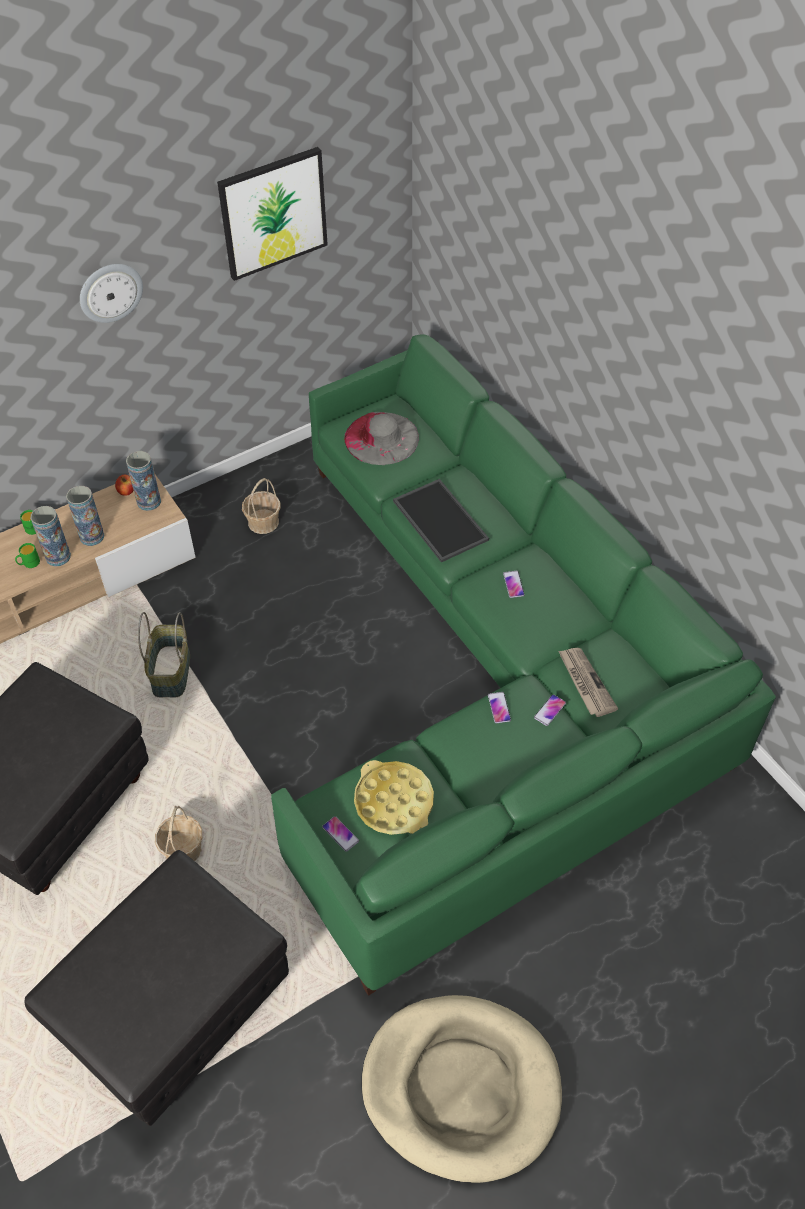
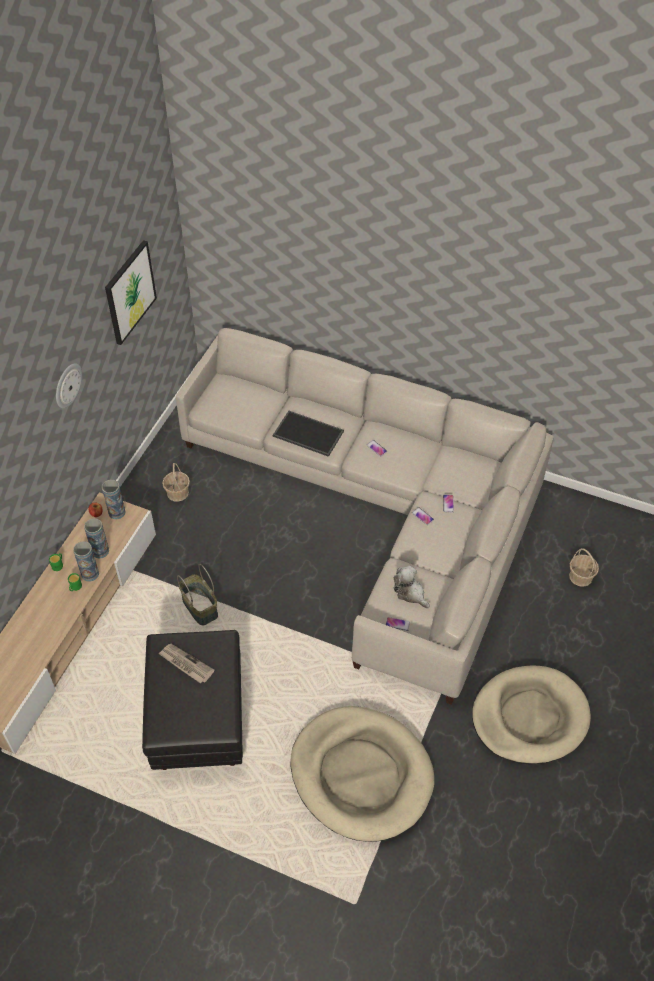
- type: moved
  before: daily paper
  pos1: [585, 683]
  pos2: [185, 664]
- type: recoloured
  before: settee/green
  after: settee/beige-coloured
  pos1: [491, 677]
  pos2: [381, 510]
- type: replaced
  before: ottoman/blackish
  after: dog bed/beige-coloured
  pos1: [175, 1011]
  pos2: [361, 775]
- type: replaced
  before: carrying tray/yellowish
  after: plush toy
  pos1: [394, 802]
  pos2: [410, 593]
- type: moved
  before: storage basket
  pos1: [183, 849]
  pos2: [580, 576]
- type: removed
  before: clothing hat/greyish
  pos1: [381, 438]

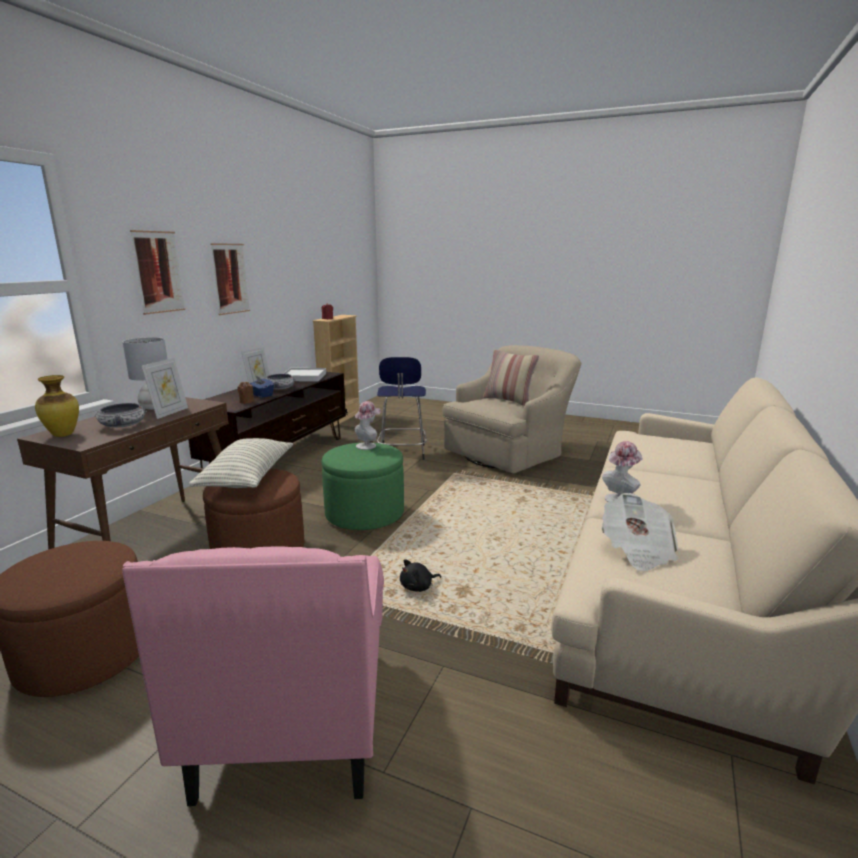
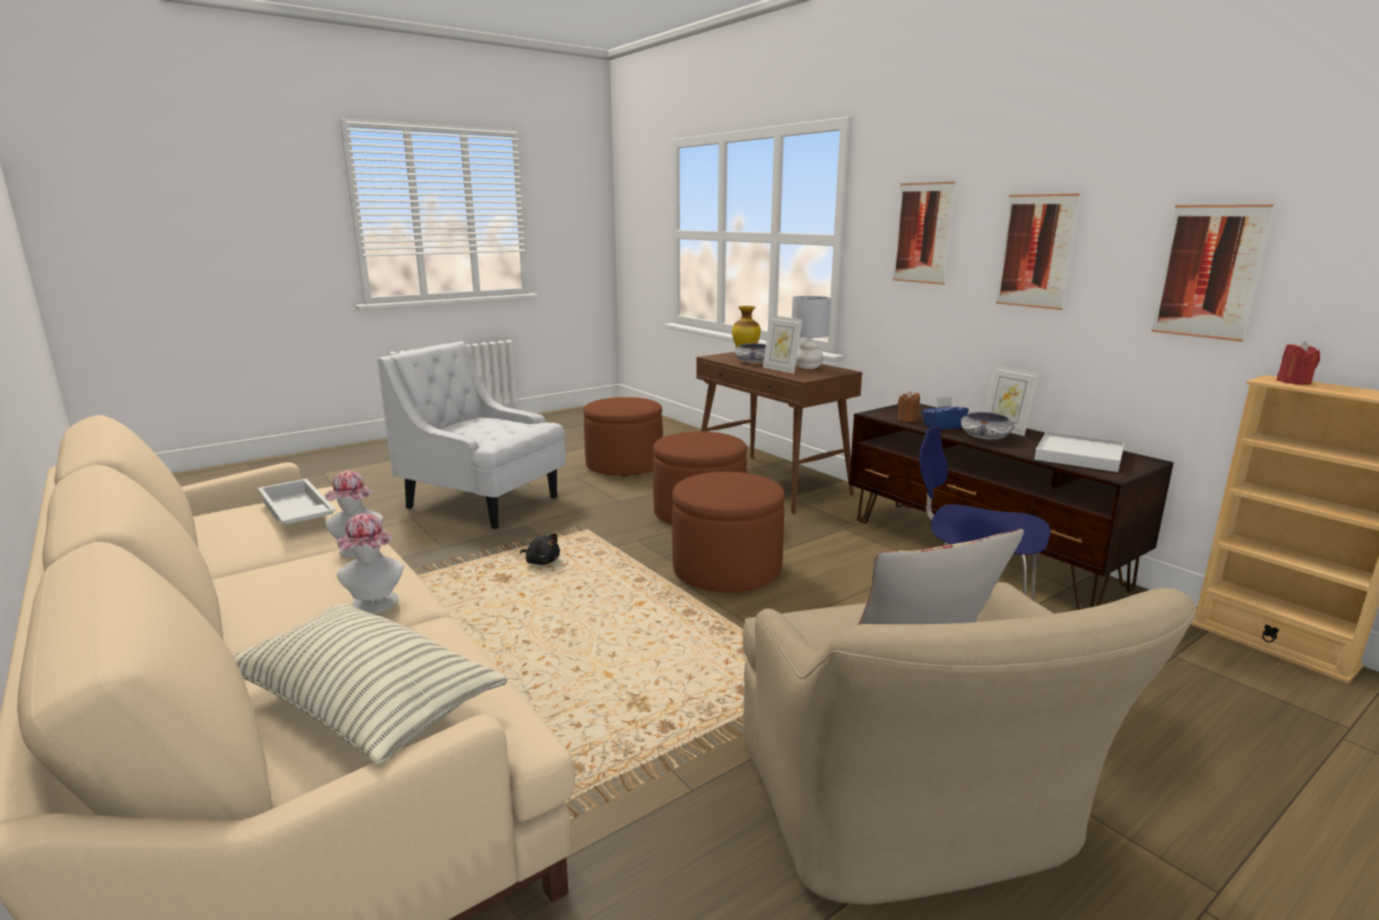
- type: moved
  before: pillow
  pos1: [247, 478]
  pos2: [364, 705]
- type: replaced
  before: daily paper
  after: carrying tray/white-coloured
  pos1: [637, 550]
  pos2: [295, 512]
- type: moved
  before: clothing hat
  pos1: [368, 445]
  pos2: [375, 605]
- type: recoloured
  before: easy chair/pink-coloured
  after: easy chair/white-coloured
  pos1: [295, 714]
  pos2: [484, 502]
- type: turned
  before: plush toy/blackish
  pos1: [418, 587]
  pos2: [541, 561]
  turn: 120
- type: recoloured
  before: ottoman/green
  after: ottoman/brown-coloured
  pos1: [364, 514]
  pos2: [727, 570]
- type: added
  after: picture
  pos2: [1209, 272]

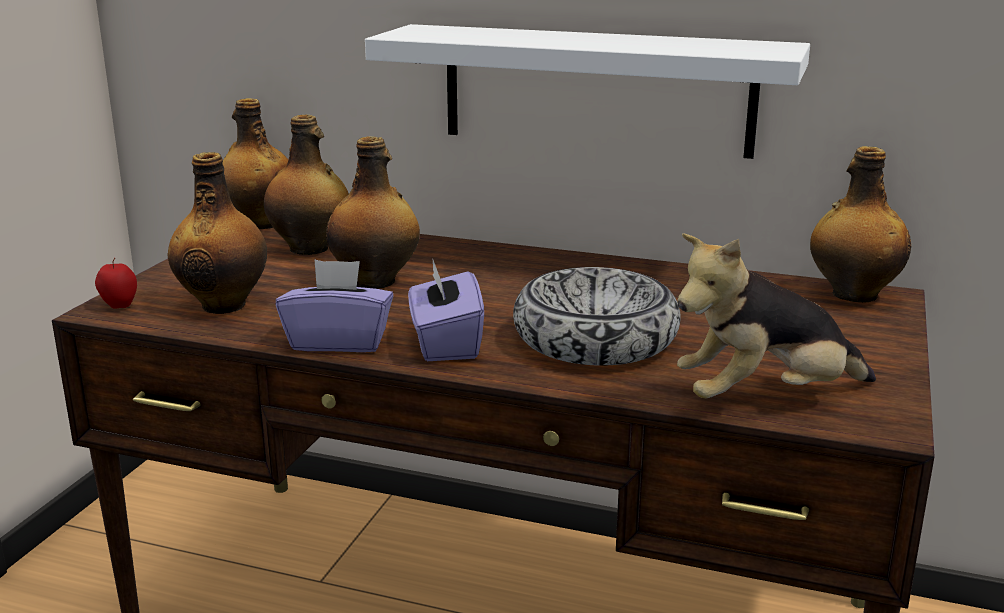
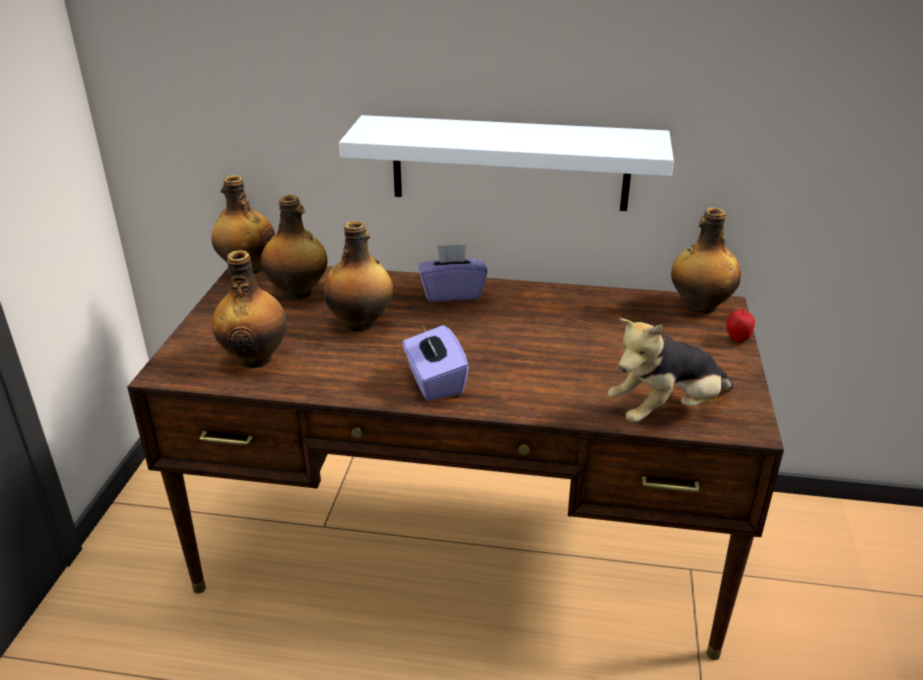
- type: moved
  before: tissue holder/purple
  pos1: [339, 341]
  pos2: [452, 293]
- type: moved
  before: apple
  pos1: [119, 306]
  pos2: [737, 340]
- type: removed
  before: deep dish
  pos1: [594, 339]

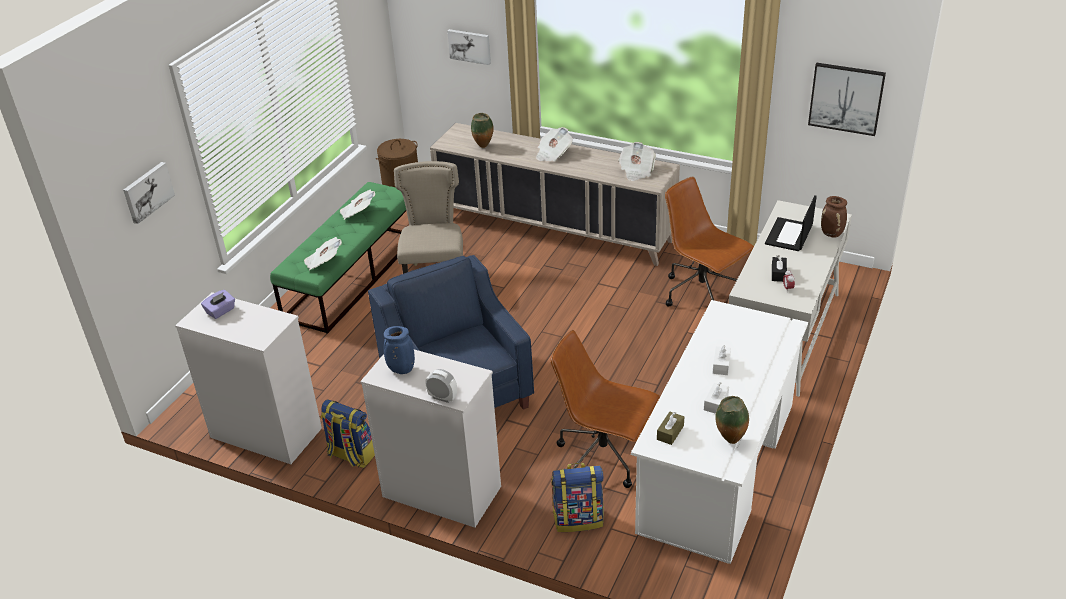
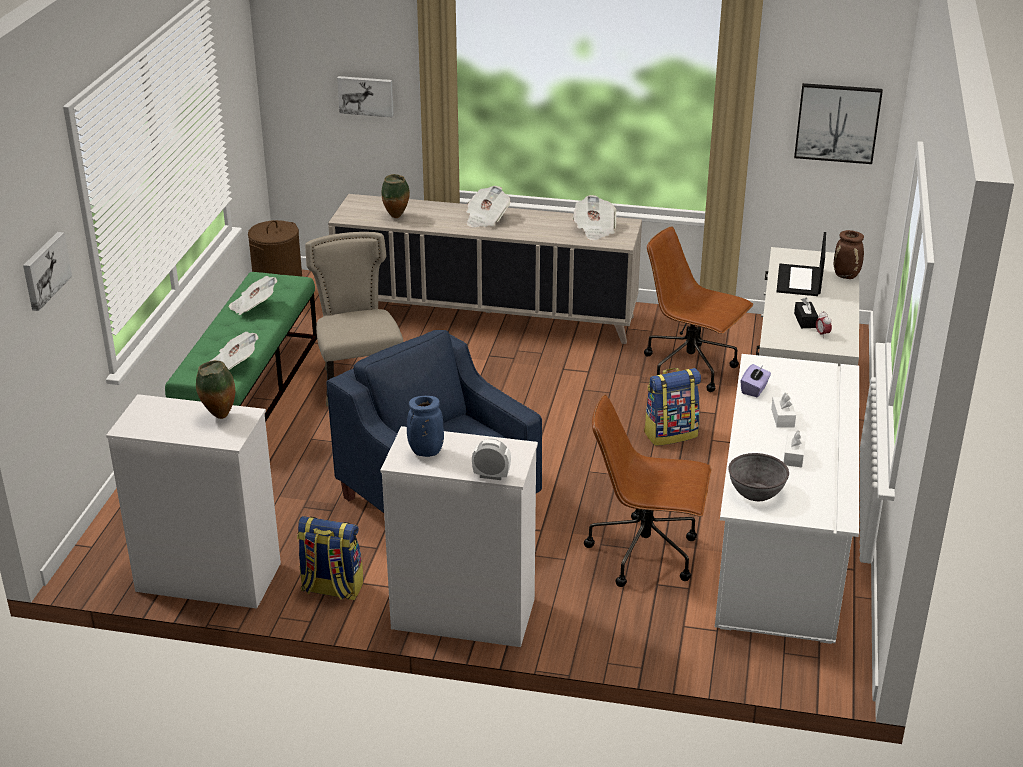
- type: moved
  before: vase
  pos1: [730, 441]
  pos2: [219, 416]
- type: moved
  before: backpack
  pos1: [578, 519]
  pos2: [670, 434]
- type: replaced
  before: tissue holder/brown-coloured
  after: deep dish/greyish
  pos1: [670, 432]
  pos2: [756, 492]
- type: moved
  before: tissue holder/purple
  pos1: [221, 311]
  pos2: [754, 389]

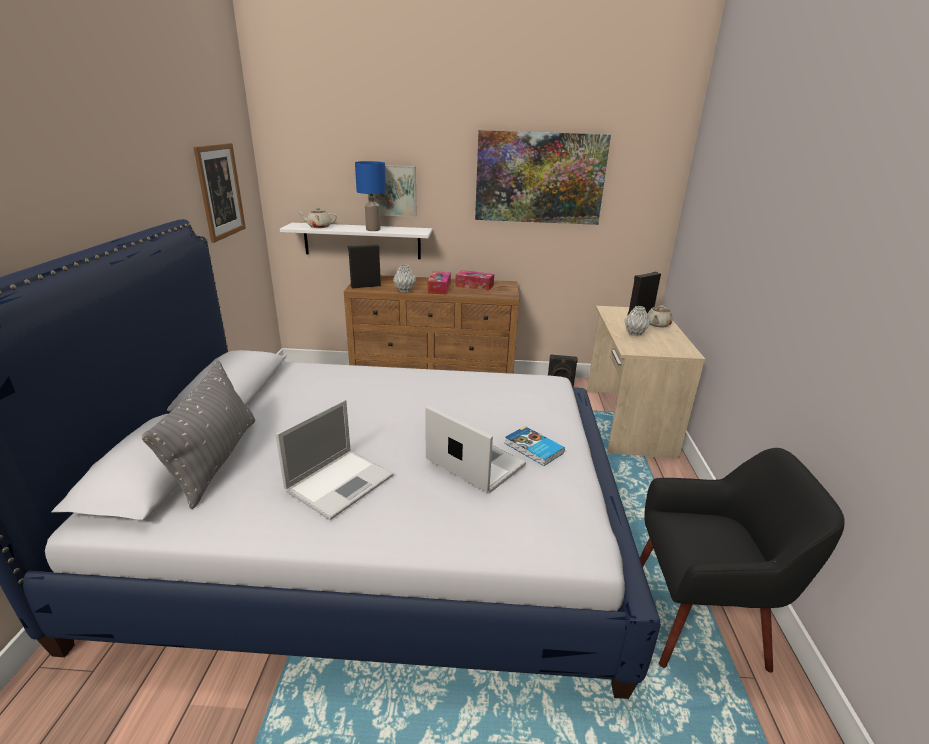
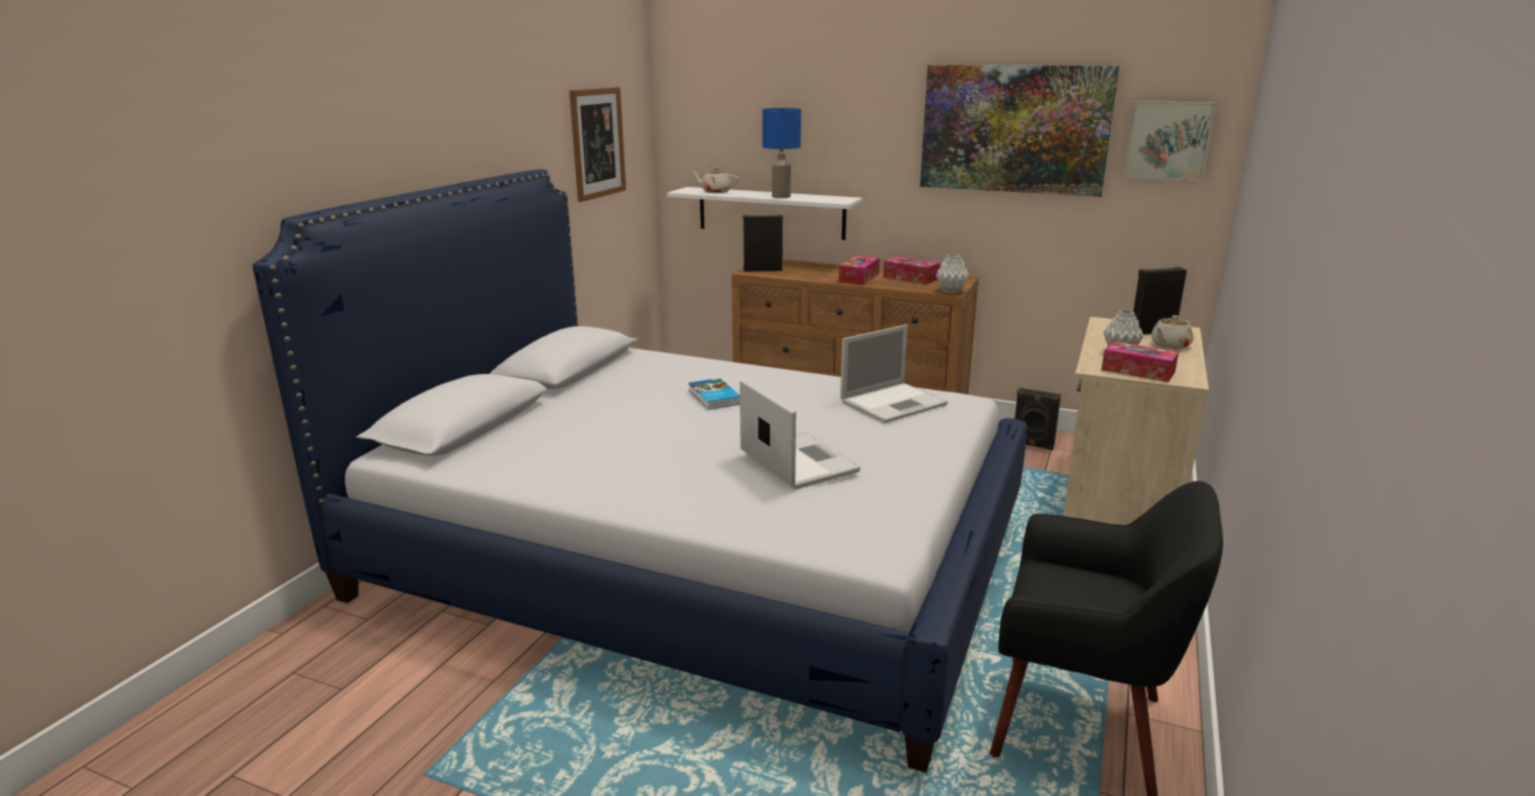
- type: moved
  before: volume
  pos1: [533, 448]
  pos2: [713, 397]
- type: moved
  before: laptop
  pos1: [341, 482]
  pos2: [894, 403]
- type: moved
  before: vase/greyish
  pos1: [404, 290]
  pos2: [950, 291]
- type: added
  after: tissue holder
  pos2: [1138, 371]
- type: moved
  before: picture
  pos1: [392, 190]
  pos2: [1167, 140]
- type: removed
  before: pillow/greyish
  pos1: [216, 459]

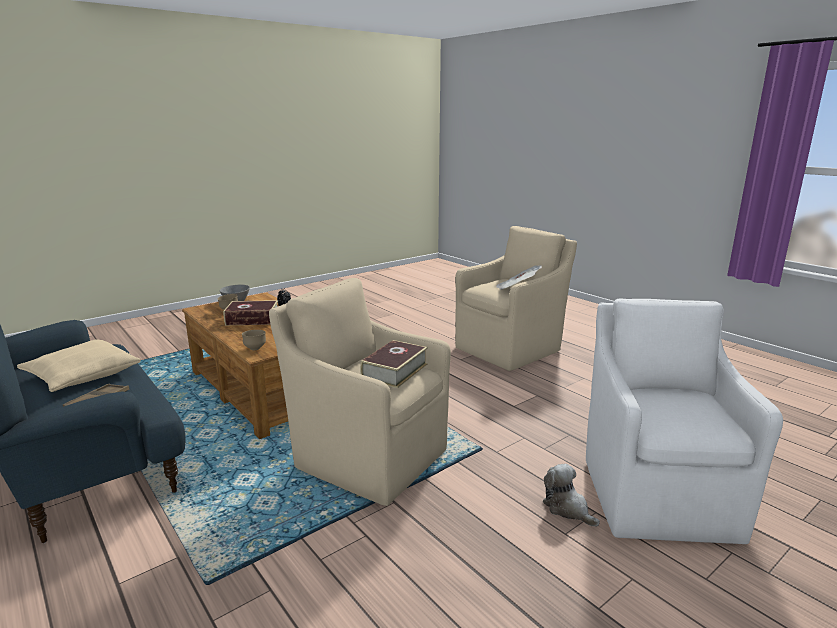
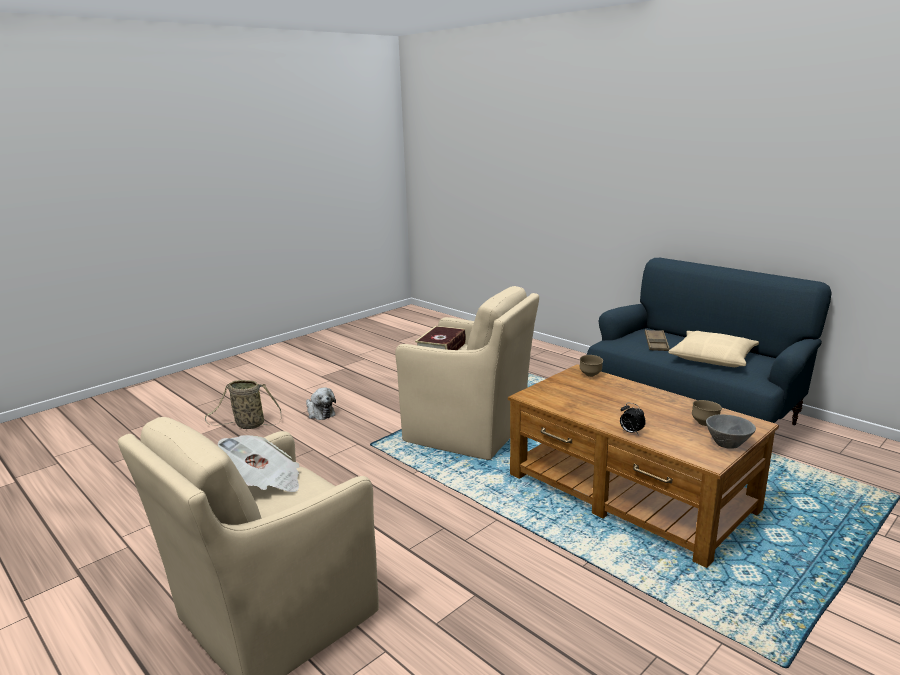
- type: replaced
  before: easy chair/white-coloured
  after: storage basket
  pos1: [657, 494]
  pos2: [247, 425]
- type: removed
  before: volume
  pos1: [252, 319]

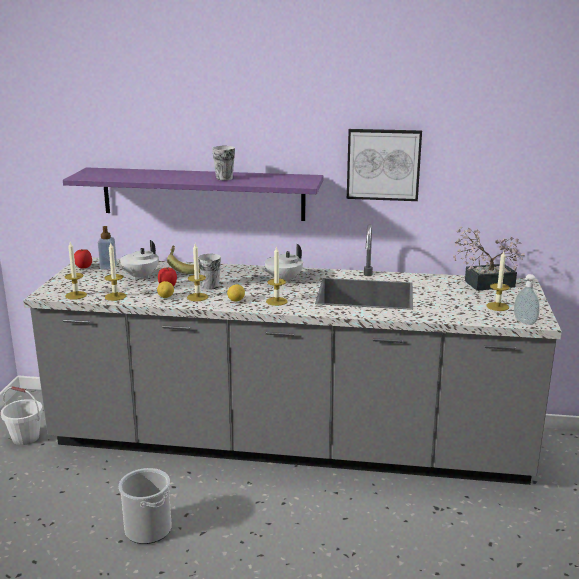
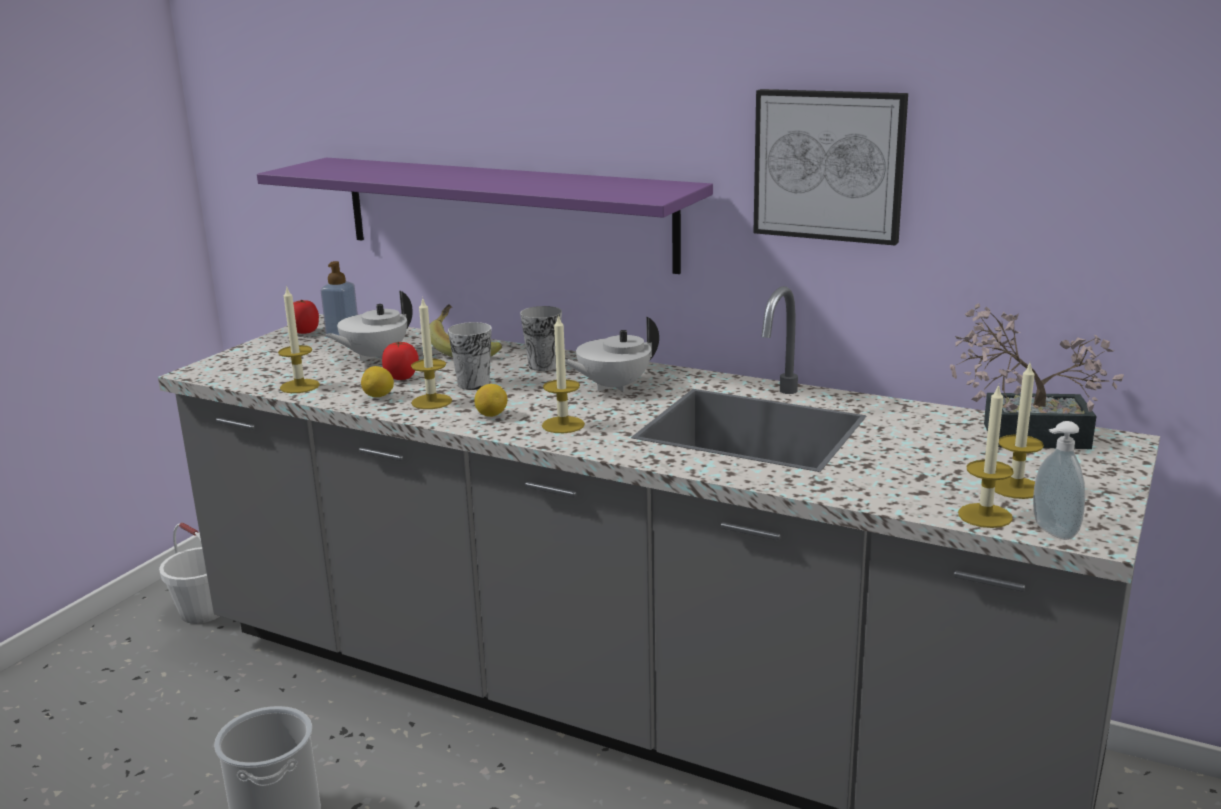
- type: moved
  before: small cup
  pos1: [224, 178]
  pos2: [543, 365]
- type: moved
  before: wax light
  pos1: [76, 295]
  pos2: [985, 515]

